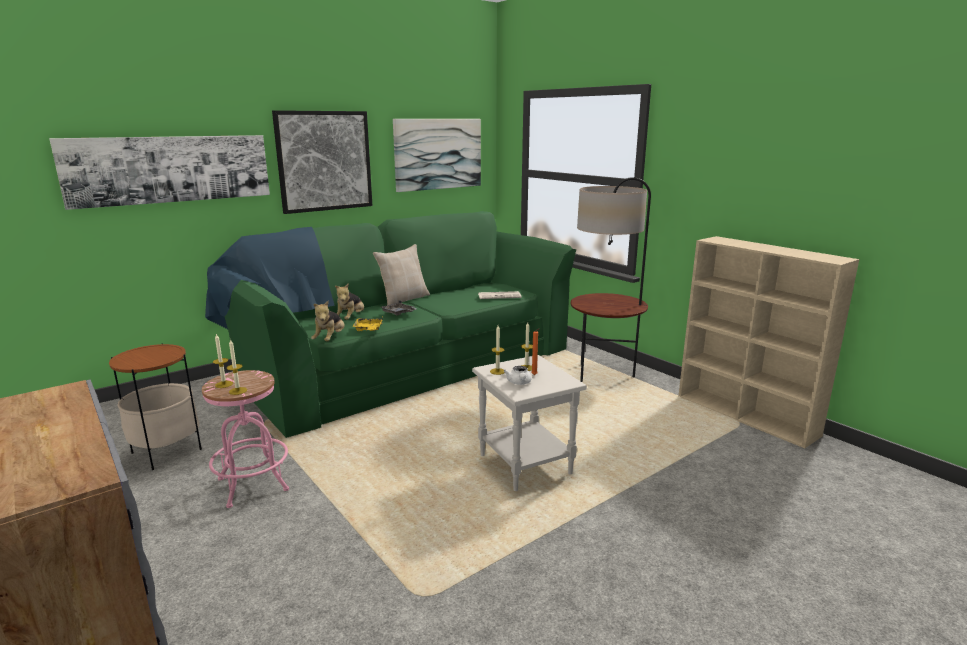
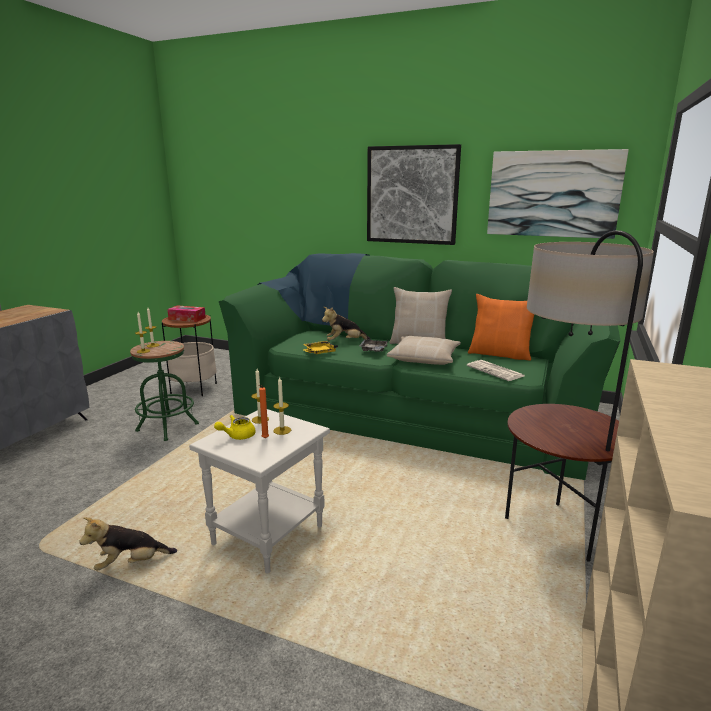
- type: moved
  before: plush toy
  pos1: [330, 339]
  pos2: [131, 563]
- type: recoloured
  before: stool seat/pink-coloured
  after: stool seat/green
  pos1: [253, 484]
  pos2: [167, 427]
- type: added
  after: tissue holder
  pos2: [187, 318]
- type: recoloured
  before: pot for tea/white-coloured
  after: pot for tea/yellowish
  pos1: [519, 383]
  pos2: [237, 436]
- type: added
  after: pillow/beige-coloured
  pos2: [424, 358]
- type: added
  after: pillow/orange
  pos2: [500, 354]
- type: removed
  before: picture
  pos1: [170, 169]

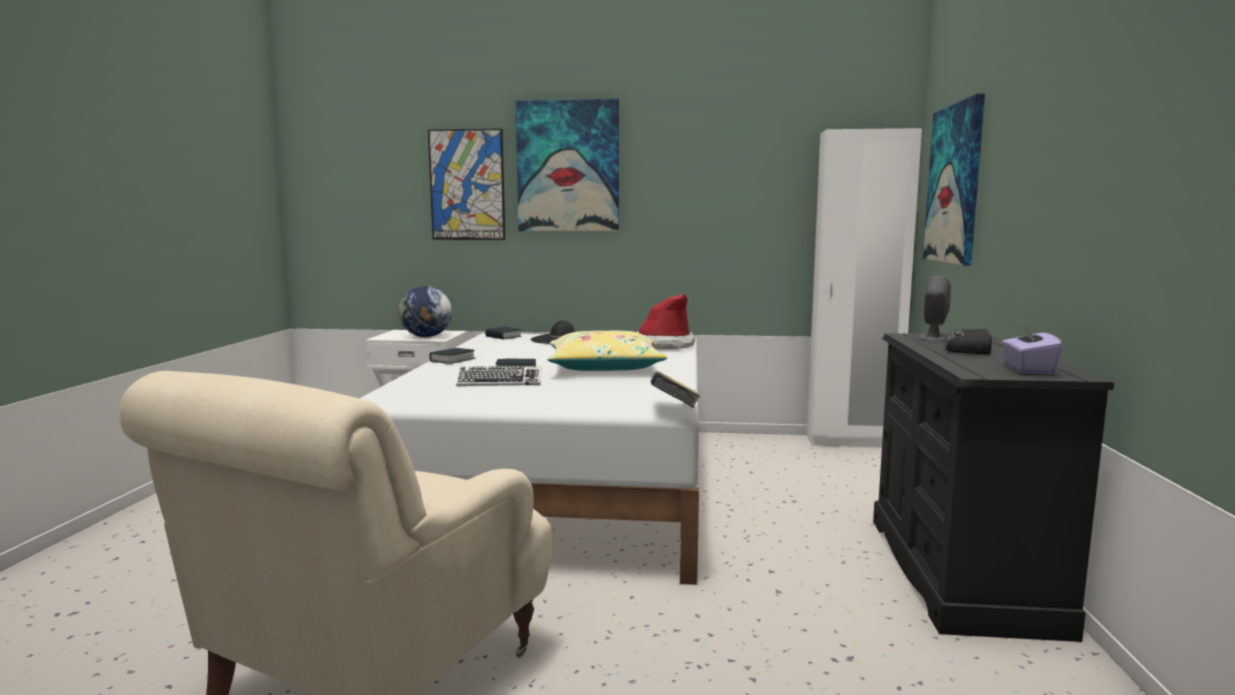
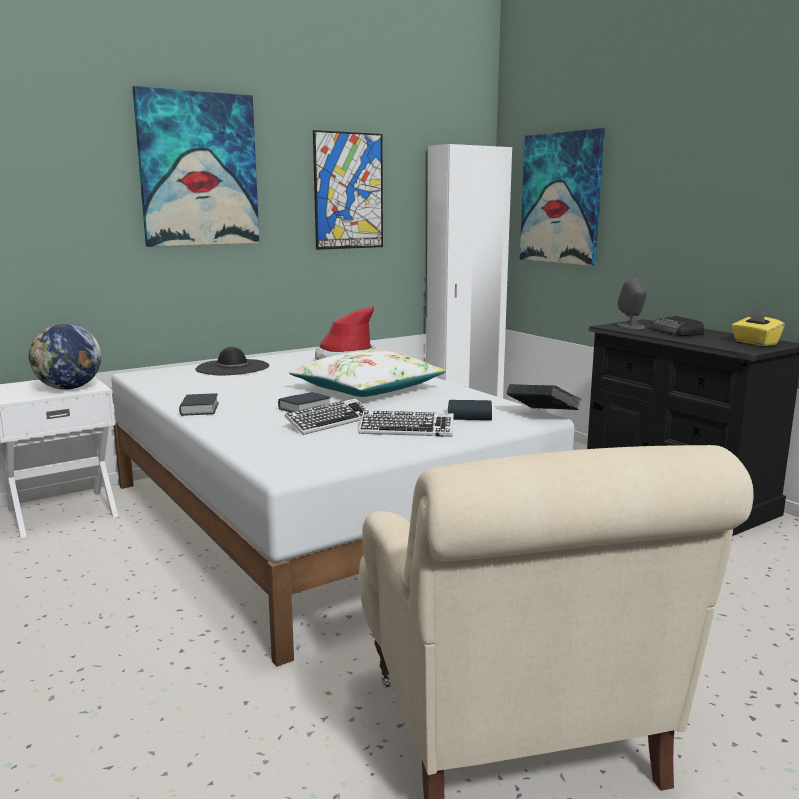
- type: recoloured
  before: pillow/yellowish
  after: pillow/white-coloured
  pos1: [604, 367]
  pos2: [367, 389]
- type: moved
  before: picture
  pos1: [467, 185]
  pos2: [348, 191]
- type: added
  after: computer keyboard
  pos2: [406, 430]
- type: moved
  before: volume
  pos1: [503, 337]
  pos2: [469, 416]
- type: recoloured
  before: tissue holder/purple
  after: tissue holder/yellowish
  pos1: [1027, 369]
  pos2: [755, 343]

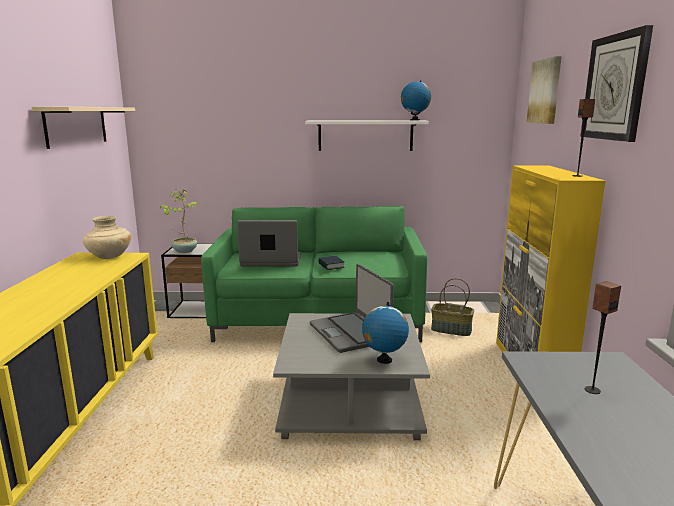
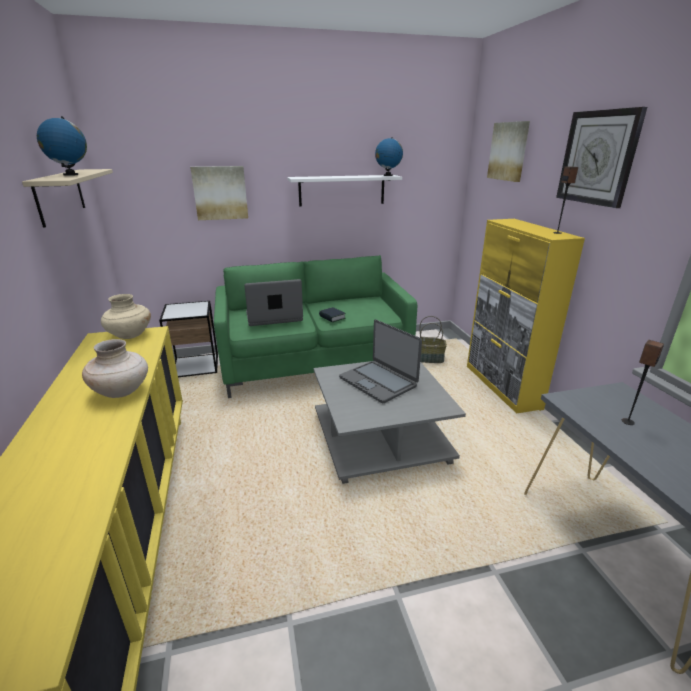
- type: moved
  before: world globe
  pos1: [384, 360]
  pos2: [70, 175]
- type: added
  after: vase/beige-coloured
  pos2: [122, 391]
- type: added
  after: picture
  pos2: [220, 193]
- type: removed
  before: plant in a pot
  pos1: [184, 251]

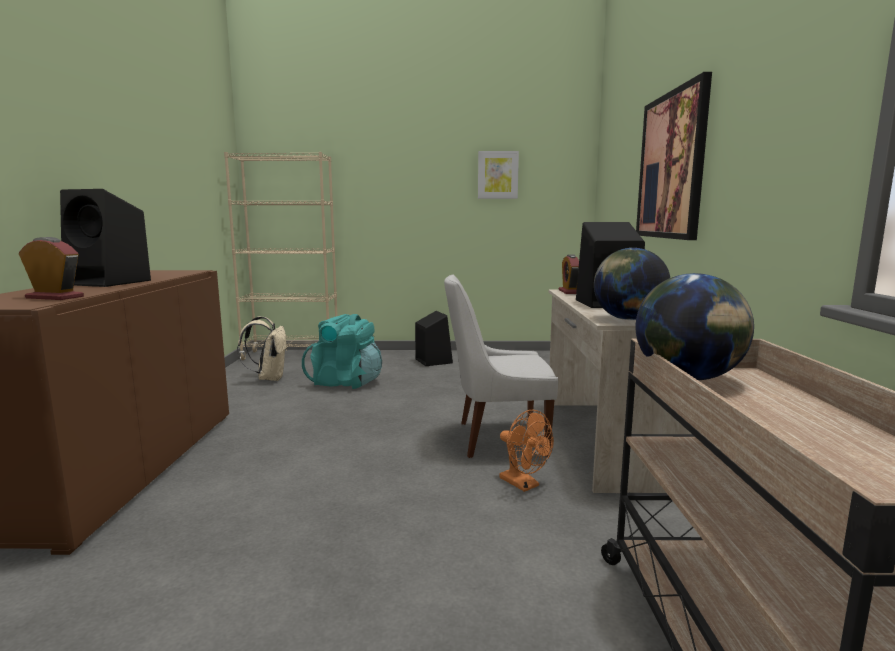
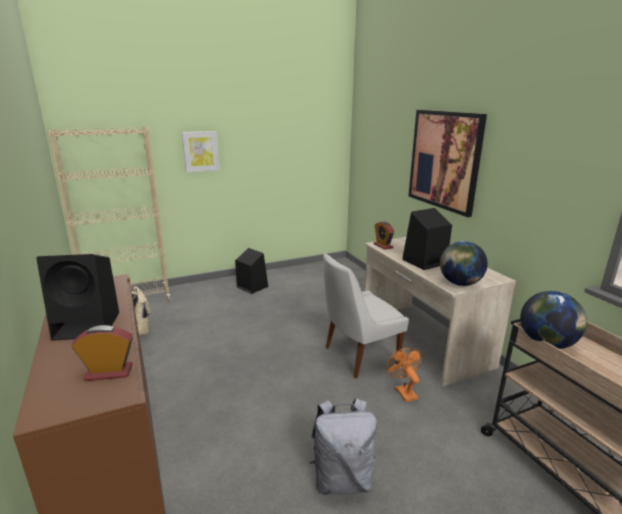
- type: moved
  before: picture
  pos1: [497, 175]
  pos2: [201, 151]
- type: added
  after: backpack/greyish
  pos2: [342, 479]
- type: turned
  before: cooling fan/orange
  pos1: [524, 484]
  pos2: [403, 391]
  turn: -135
- type: removed
  before: backpack/blue-green
  pos1: [346, 382]

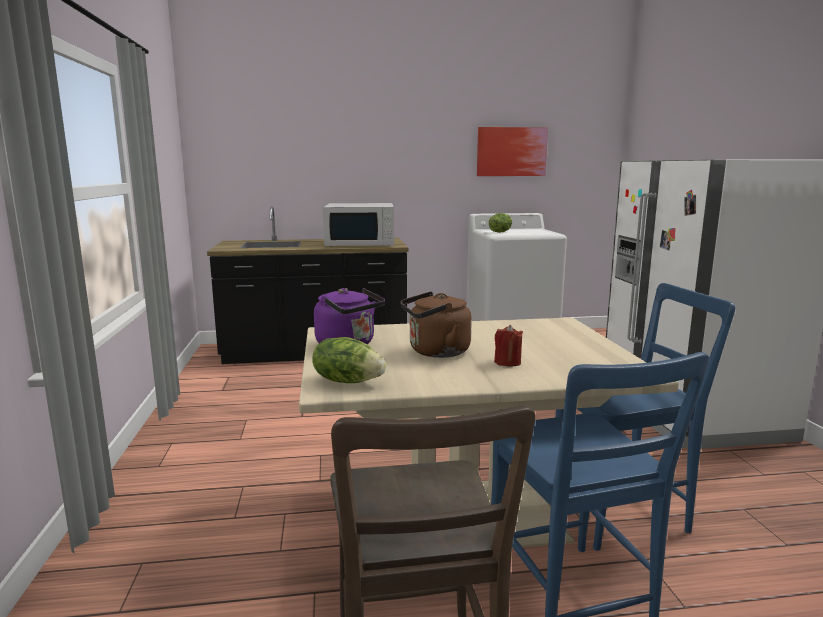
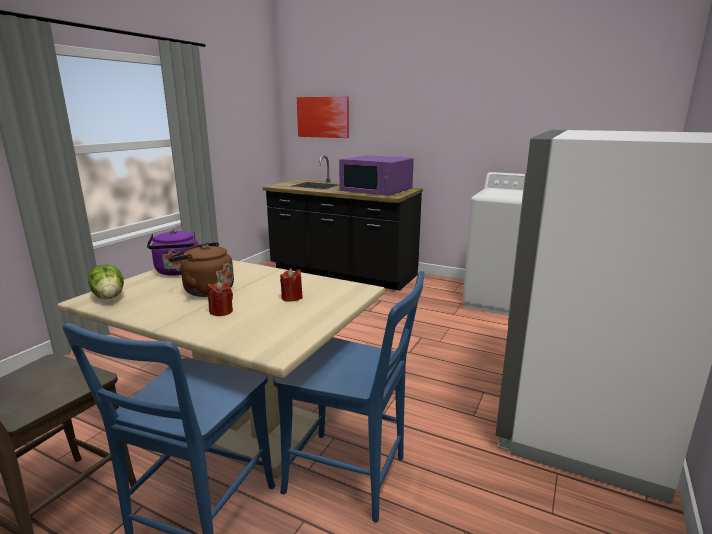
- type: added
  after: wax light/reddish
  pos2: [292, 298]
- type: moved
  before: picture
  pos1: [511, 152]
  pos2: [323, 117]
- type: recoloured
  before: microwave/white-coloured
  after: microwave/purple
  pos1: [361, 243]
  pos2: [377, 190]
- type: removed
  before: lettuce
  pos1: [500, 232]

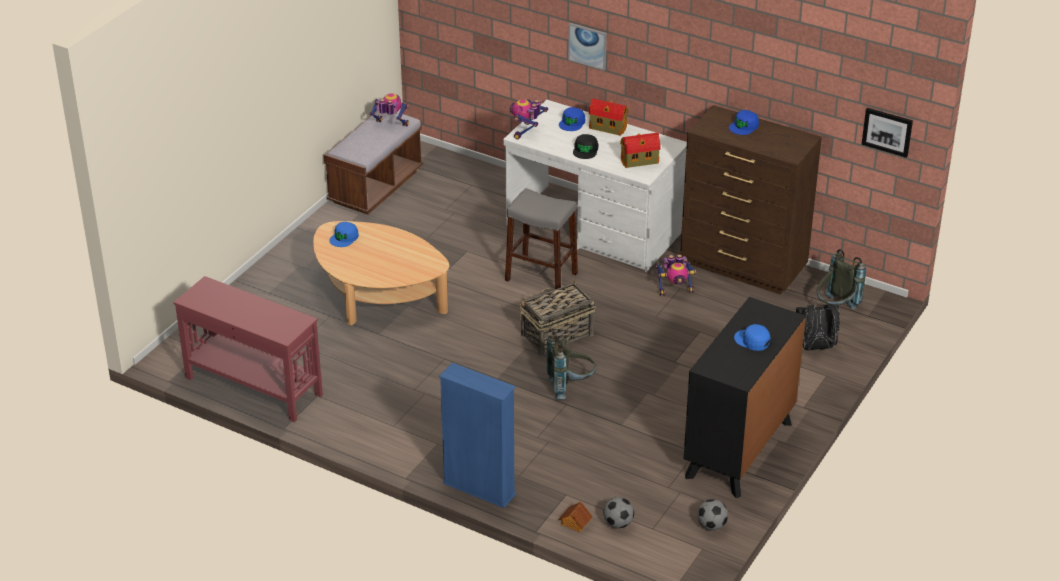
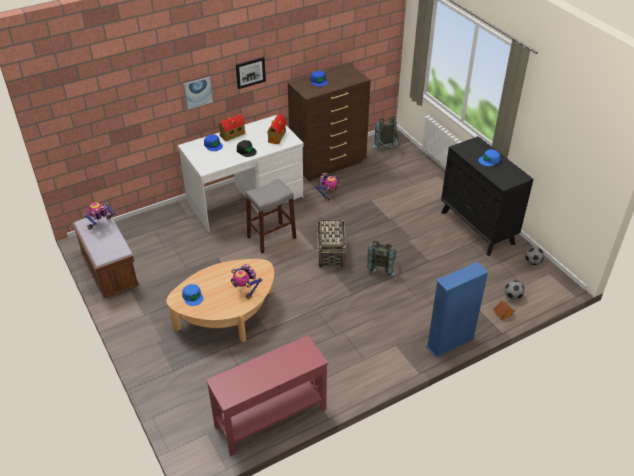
- type: moved
  before: robot figure
  pos1: [527, 131]
  pos2: [245, 290]
- type: moved
  before: picture
  pos1: [887, 131]
  pos2: [250, 72]
- type: removed
  before: backpack/blackish
  pos1: [815, 347]

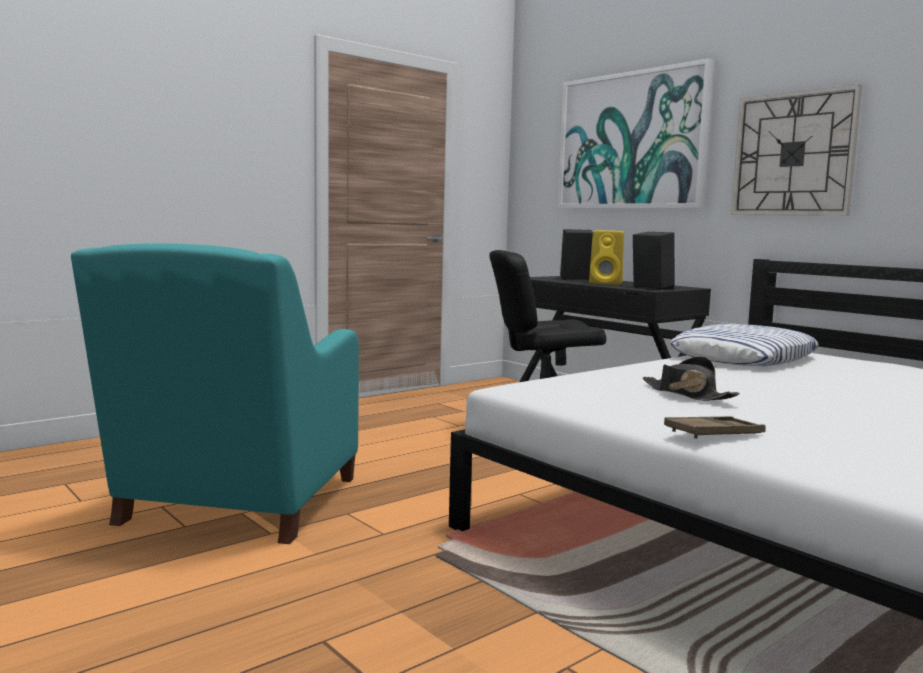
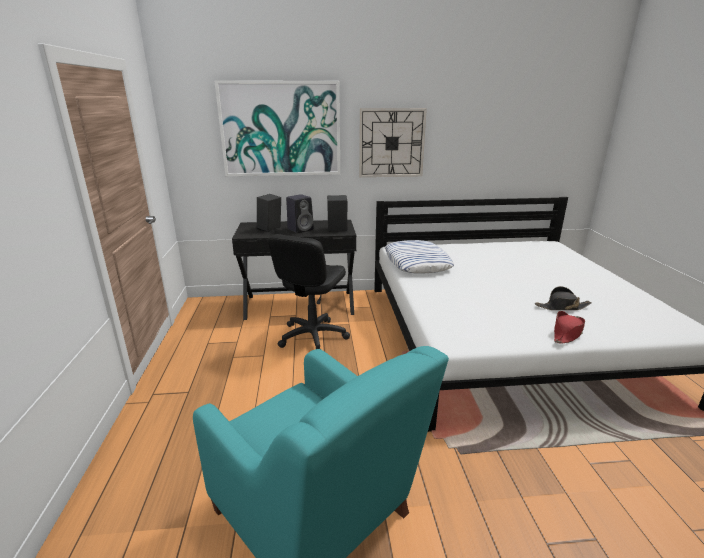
- type: recoloured
  before: loudspeaker/yellowish
  after: loudspeaker/blackish
  pos1: [607, 283]
  pos2: [301, 229]
- type: moved
  before: clothing hat/blackish
  pos1: [686, 394]
  pos2: [561, 307]
- type: replaced
  before: carrying tray/brown-coloured
  after: clothing hat/reddish
  pos1: [714, 434]
  pos2: [567, 333]

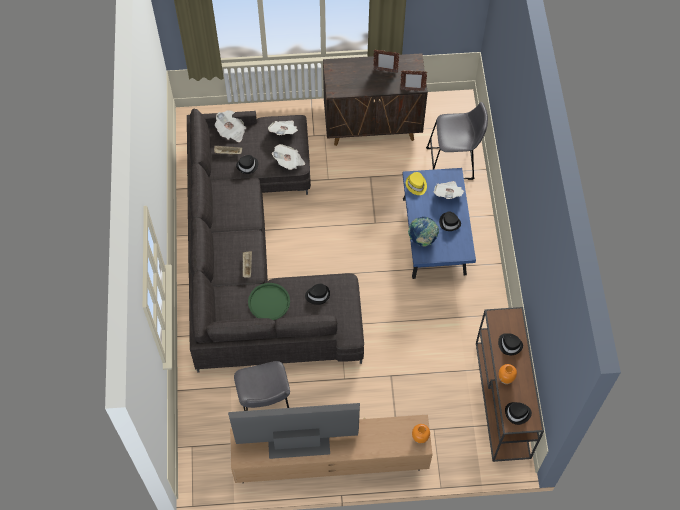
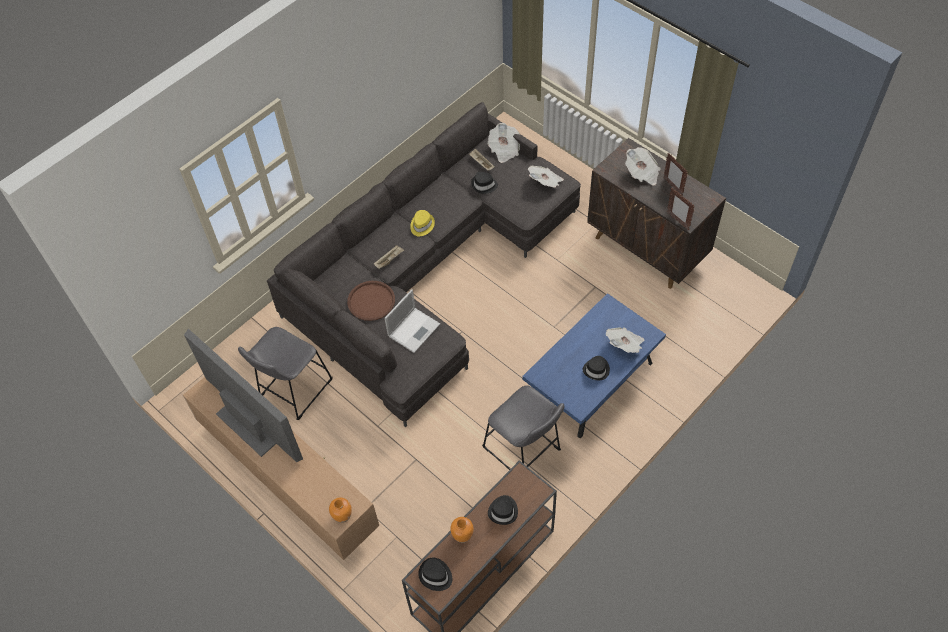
- type: recoloured
  before: carrying tray/green
  after: carrying tray/brown-coloured
  pos1: [269, 302]
  pos2: [371, 301]
- type: replaced
  before: clothing hat/blackish
  after: laptop
  pos1: [317, 295]
  pos2: [414, 329]
- type: moved
  before: clothing hat/yellowish
  pos1: [416, 185]
  pos2: [421, 225]
- type: moved
  before: stool seat/greyish
  pos1: [453, 164]
  pos2: [524, 451]
- type: moved
  before: daily paper
  pos1: [289, 162]
  pos2: [642, 173]
- type: removed
  before: world globe
  pos1: [422, 239]

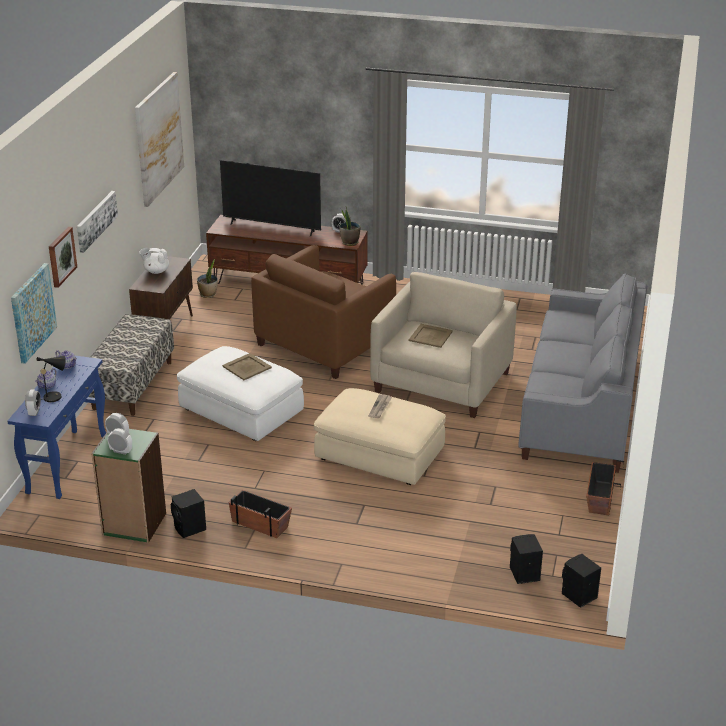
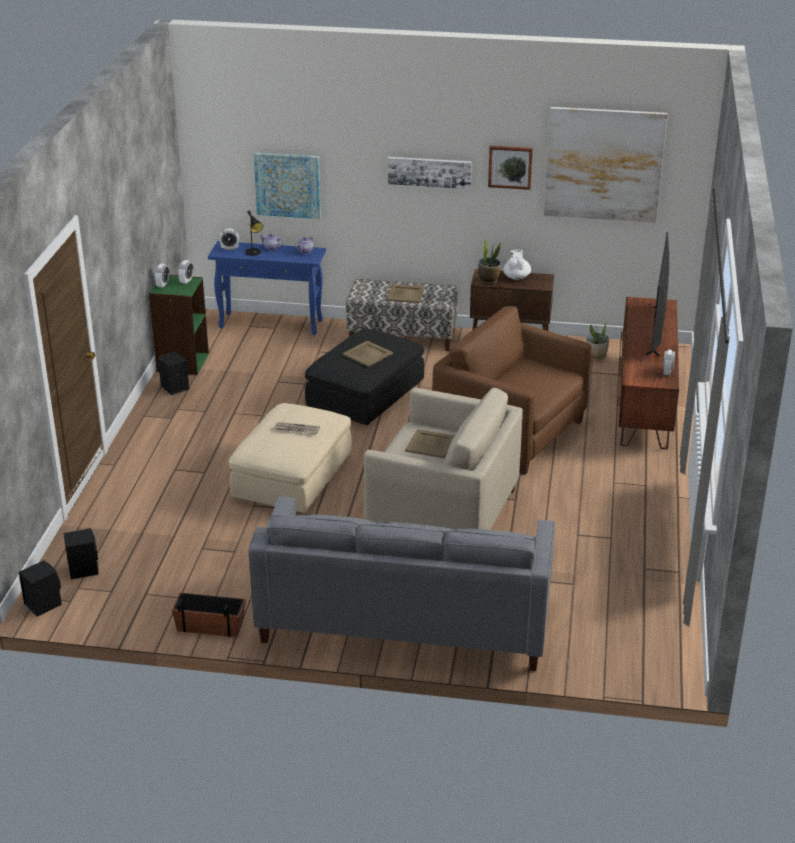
- type: recoloured
  before: ottoman/white-coloured
  after: ottoman/blackish
  pos1: [242, 410]
  pos2: [365, 395]
- type: added
  after: carrying tray/beige-coloured
  pos2: [405, 294]
- type: moved
  before: plant in a pot
  pos1: [349, 242]
  pos2: [488, 281]
- type: moved
  before: picture
  pos1: [61, 256]
  pos2: [510, 166]
- type: removed
  before: plant pot
  pos1: [260, 524]

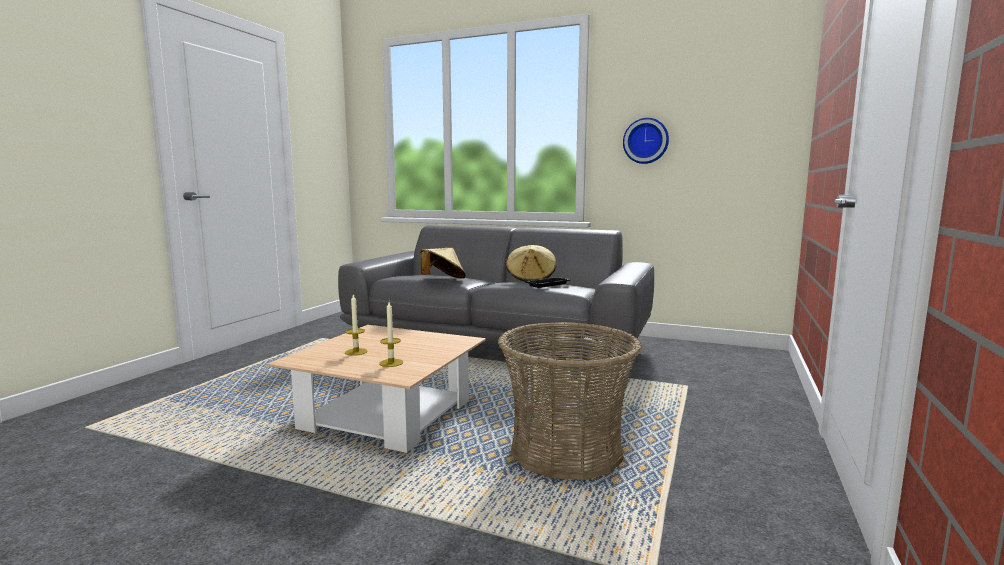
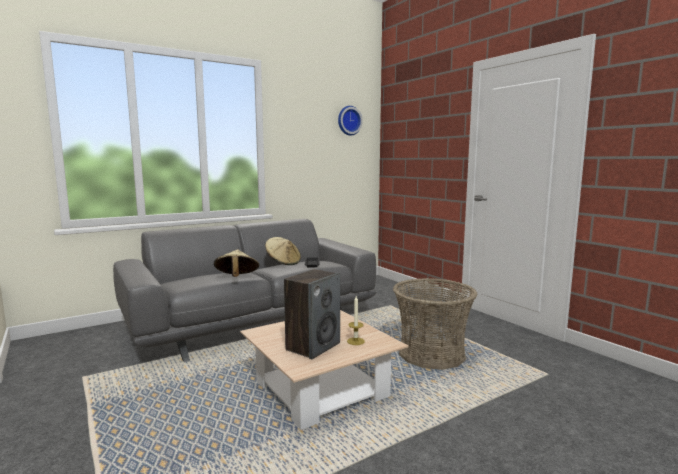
- type: replaced
  before: wax light
  after: loudspeaker
  pos1: [356, 352]
  pos2: [313, 346]
- type: moved
  before: hanging clock
  pos1: [646, 141]
  pos2: [348, 120]

